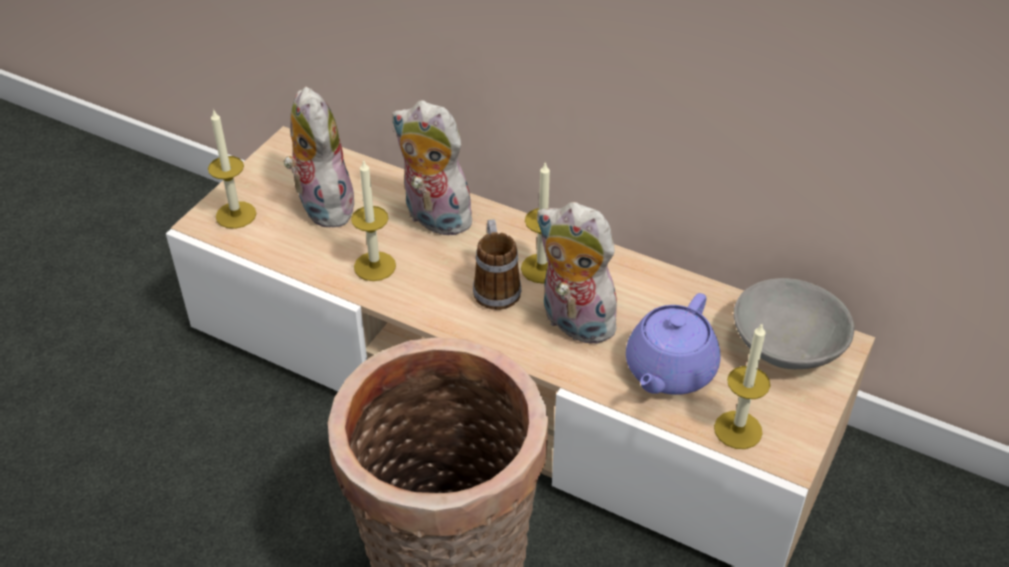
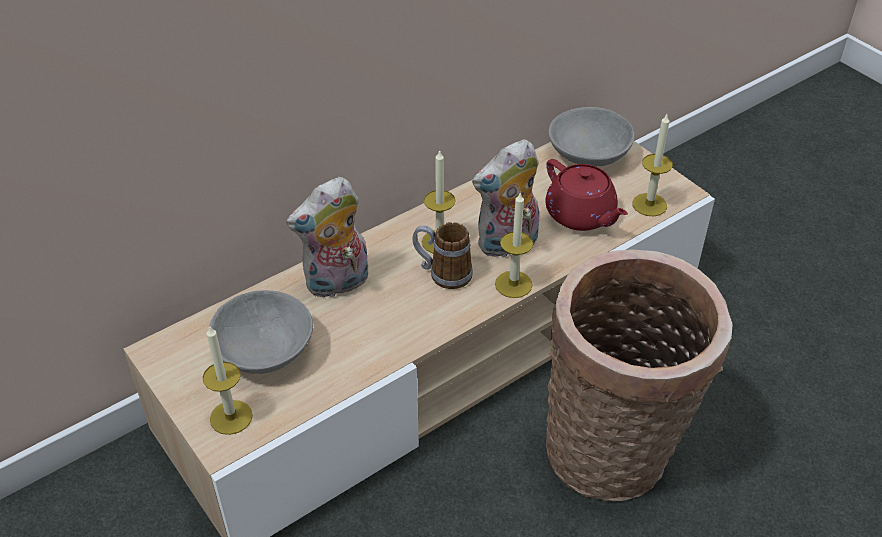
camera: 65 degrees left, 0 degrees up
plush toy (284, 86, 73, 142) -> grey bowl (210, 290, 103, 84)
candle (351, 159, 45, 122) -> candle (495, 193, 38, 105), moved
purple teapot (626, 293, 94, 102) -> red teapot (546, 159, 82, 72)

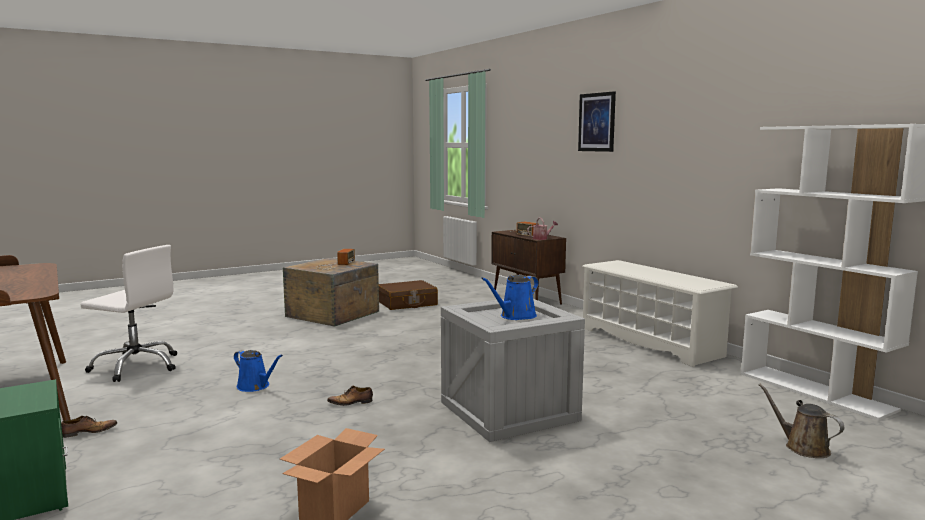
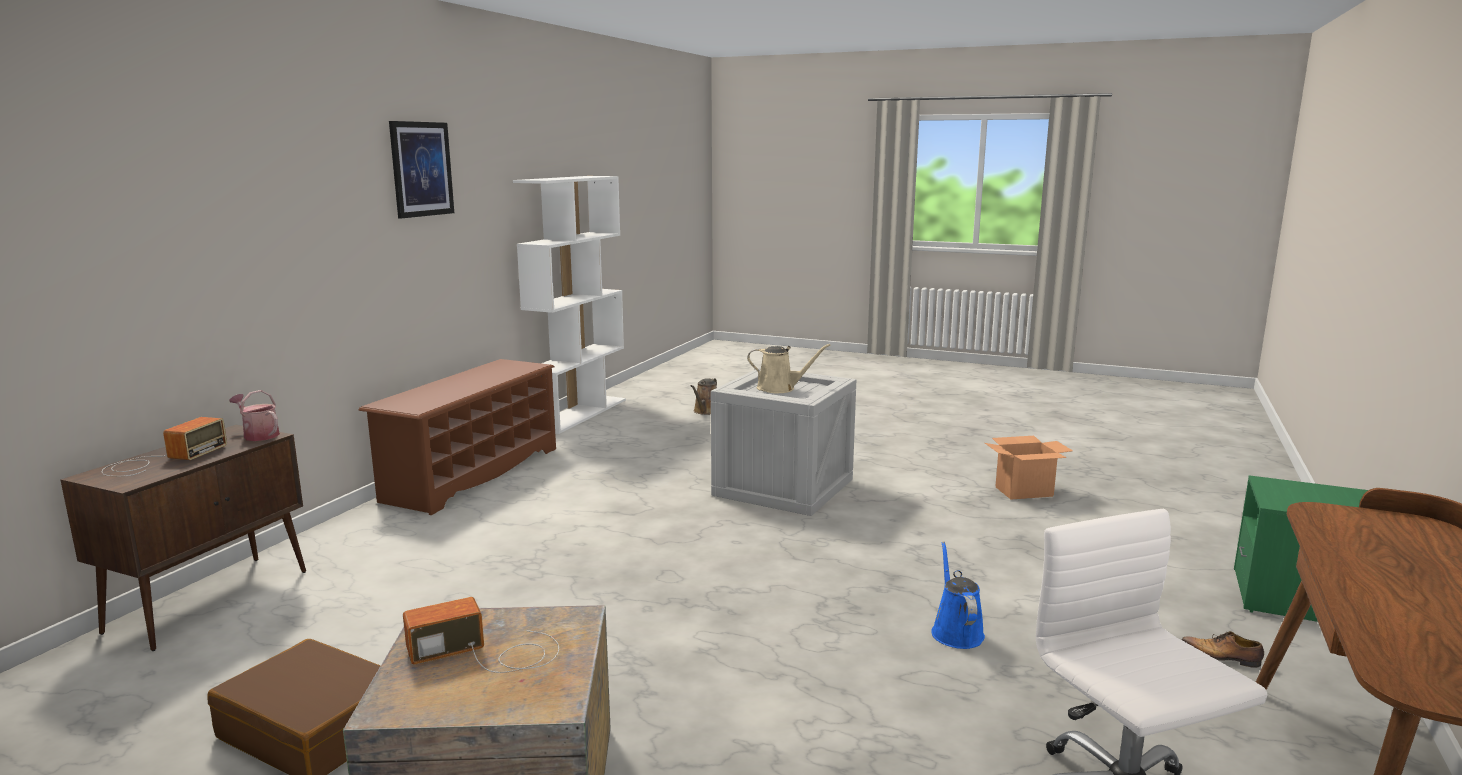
camera: 125 degrees left, 5 degrees up
picture (578, 91, 38, 61) -> picture (389, 121, 65, 98), moved
white shoe rack (583, 260, 155, 107) -> brown shoe rack (359, 359, 197, 156)
blue watering can (481, 275, 58, 45) -> beige watering can (747, 344, 83, 49)
shoe (327, 386, 46, 20) -> none

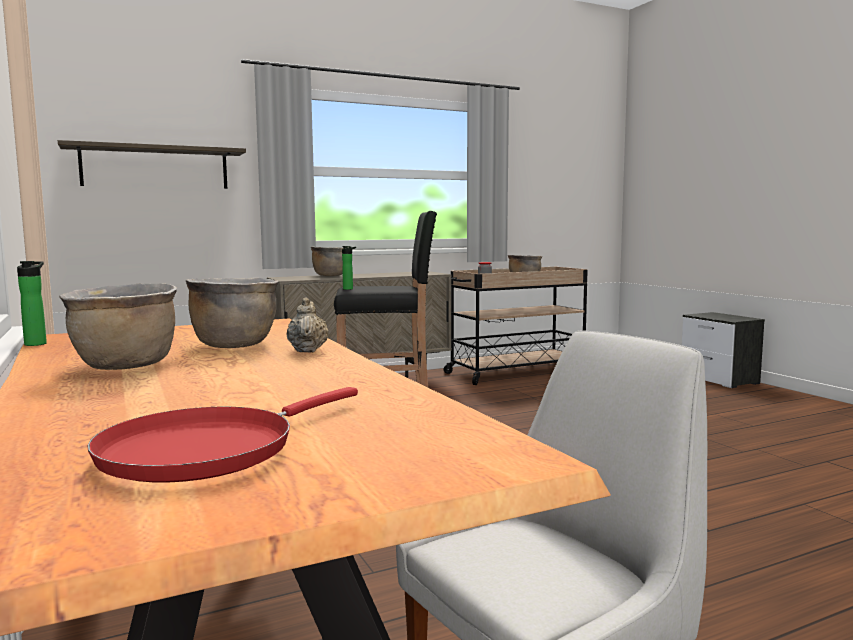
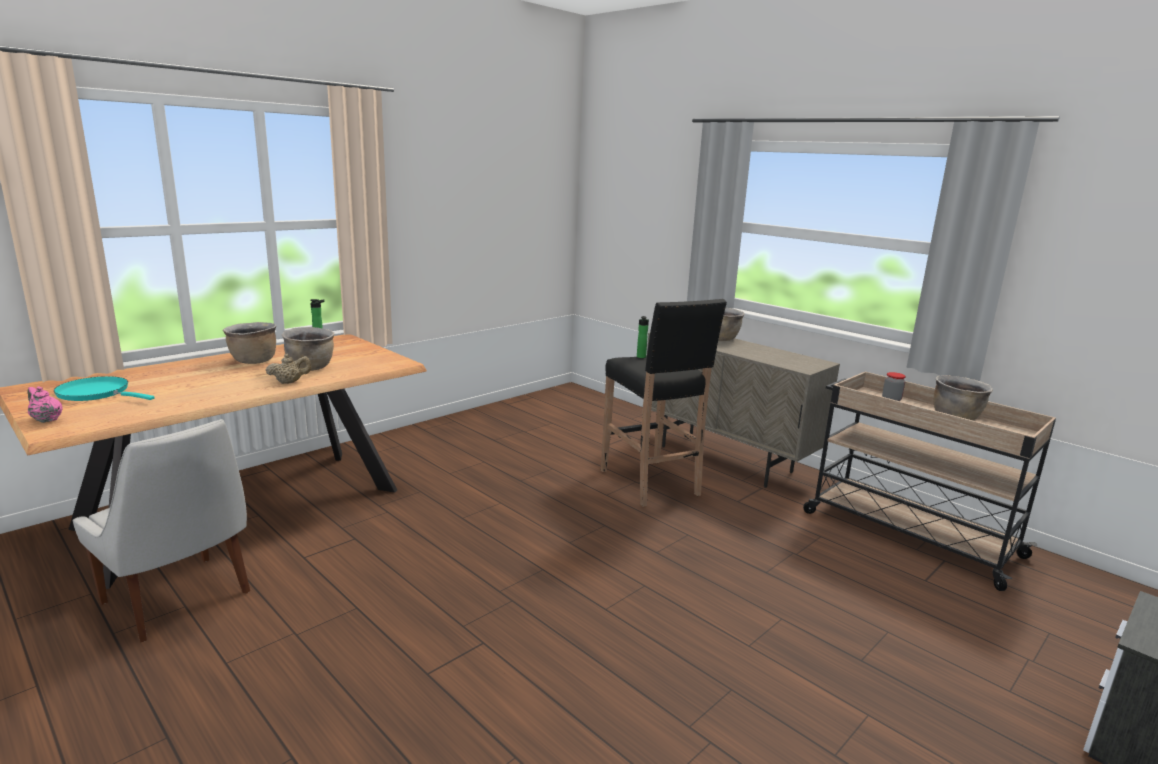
camera: 70 degrees right, 10 degrees up
shelf (58, 140, 188, 49) -> none
red frying pan (87, 387, 271, 95) -> turquoise frying pan (54, 376, 101, 25)
none -> pink teapot (27, 386, 36, 37)

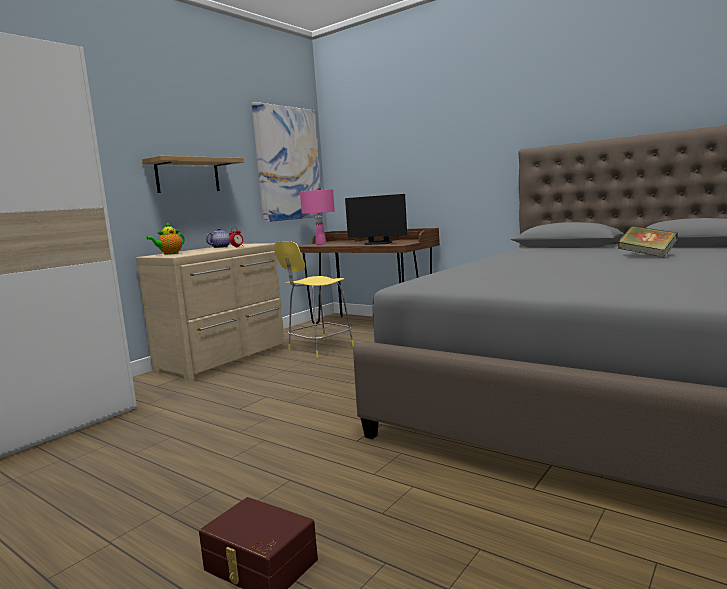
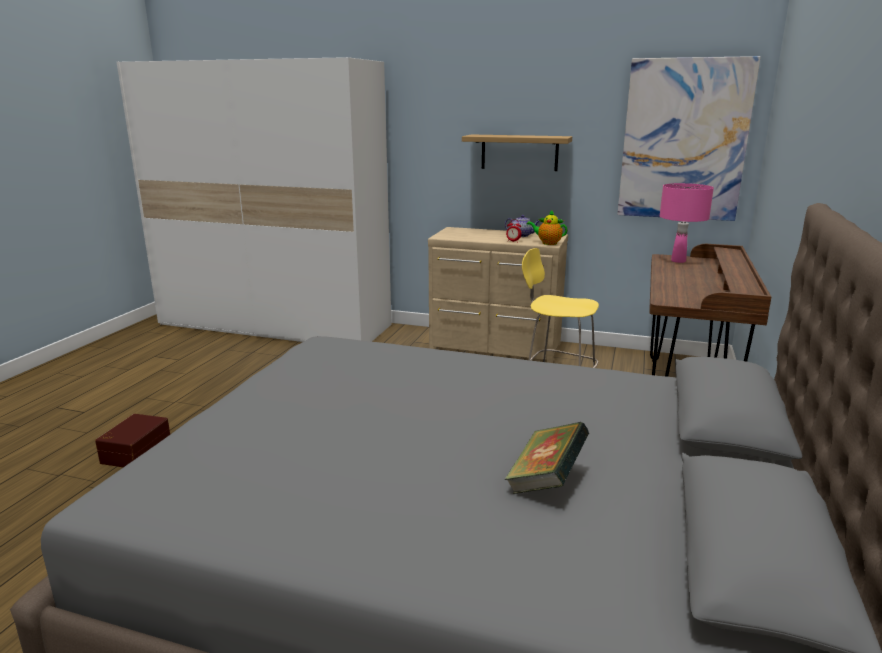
camera: 70 degrees right, 10 degrees up
monitor (345, 194, 62, 51) -> none
teapot (146, 222, 39, 33) -> teapot (527, 210, 40, 35), moved

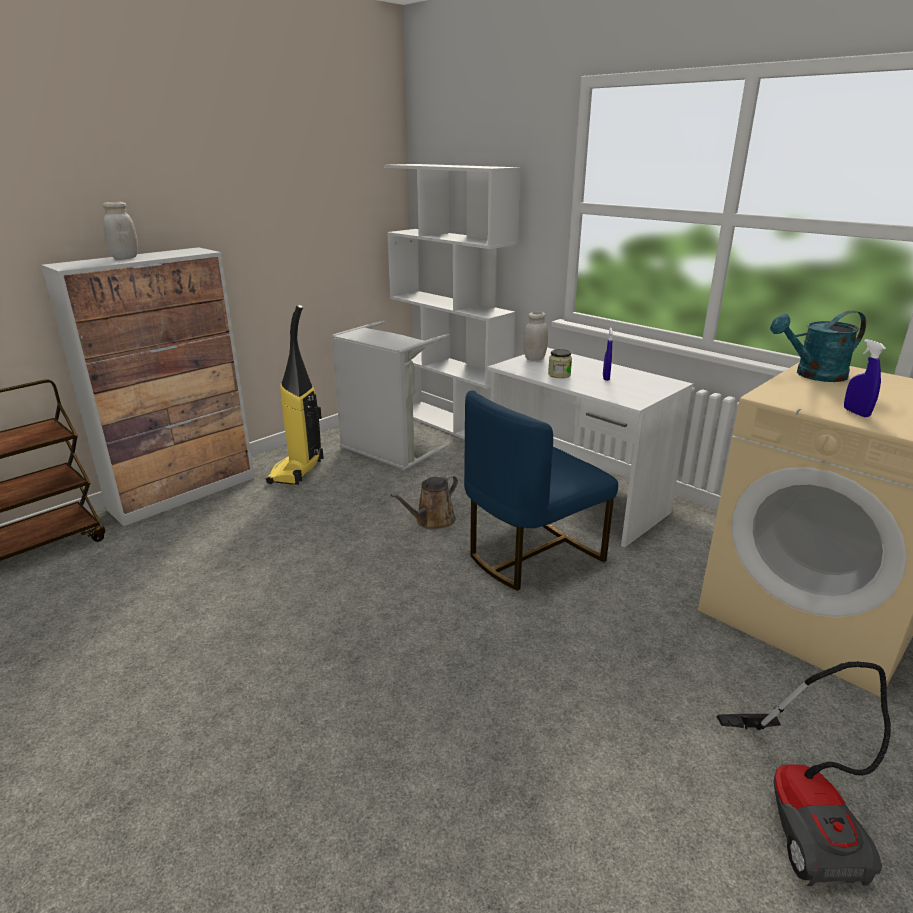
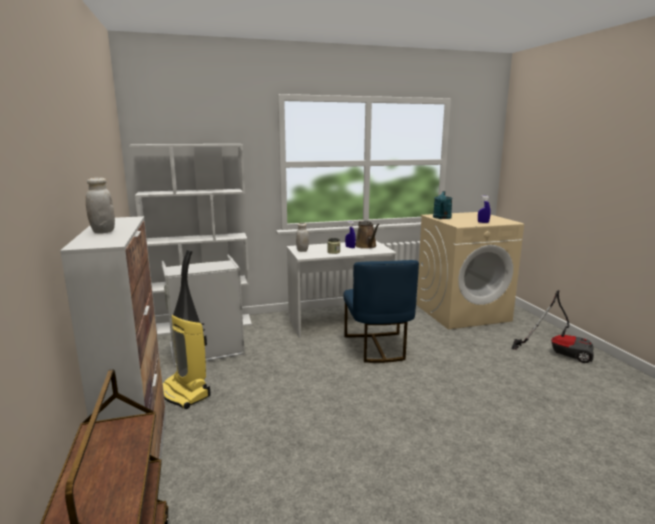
camera: 60 degrees left, 10 degrees down
brown watering can (390, 474, 68, 56) -> brown watering can (355, 221, 24, 28), moved

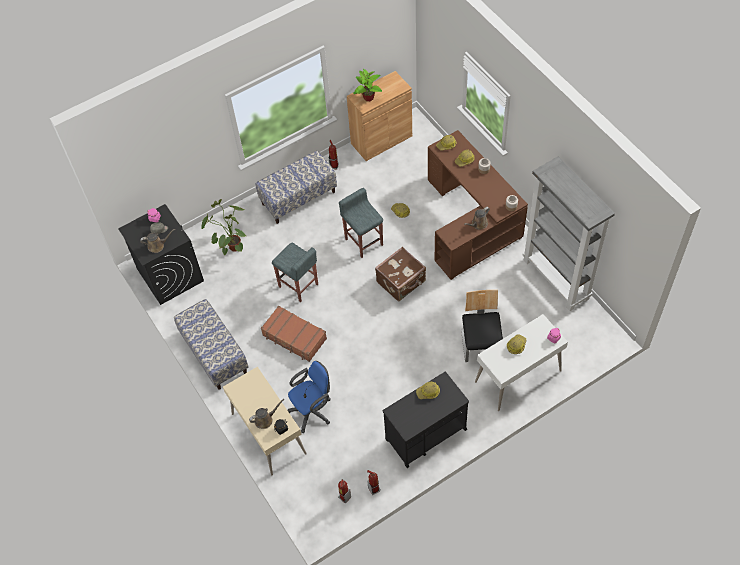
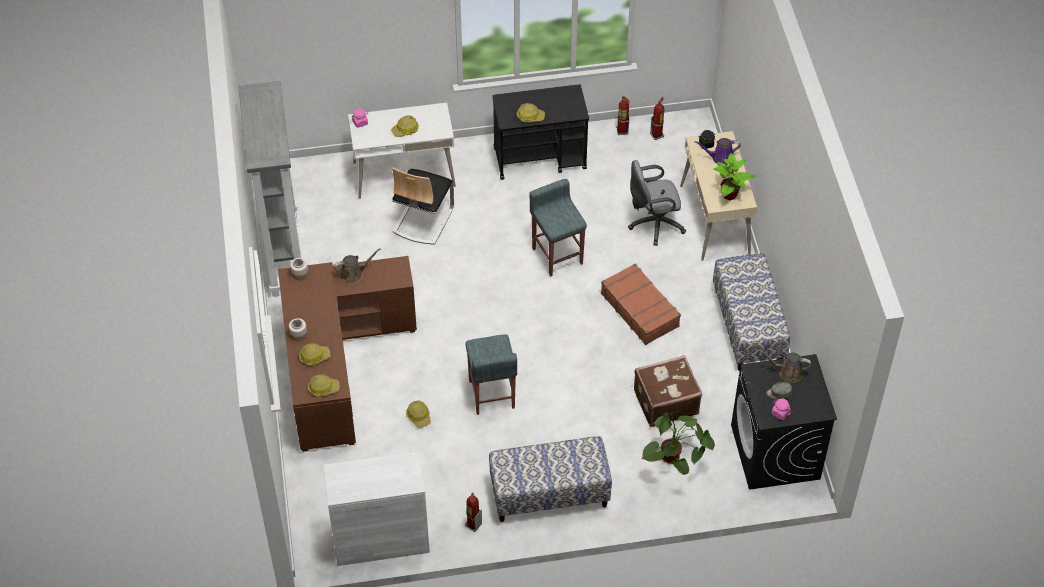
camera: 160 degrees left, 5 degrees down
potted plant (353, 69, 29, 32) -> potted plant (714, 153, 42, 47), moved
brown cabinet (347, 71, 65, 90) -> white cabinet (323, 451, 107, 115)
grey stool (272, 243, 46, 59) -> grey stool (529, 179, 58, 98), moved
brown suitcase (375, 247, 51, 54) -> brown suitcase (634, 355, 68, 72), moved
blue office chair (287, 361, 44, 72) -> grey office chair (628, 160, 58, 86)
brown watering can (249, 399, 35, 30) -> purple watering can (695, 138, 46, 27)

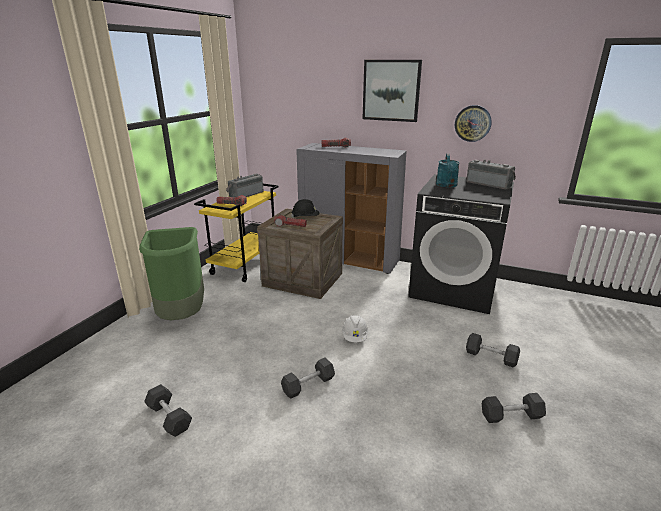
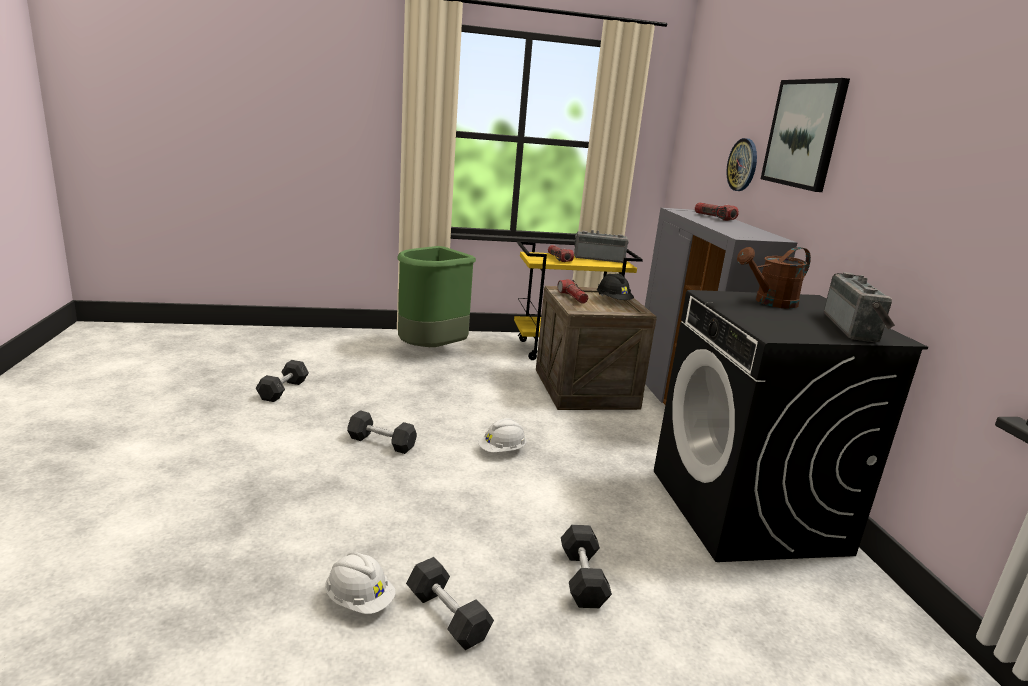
camera: 55 degrees right, 5 degrees down
wall clock (455, 105, 37, 37) -> wall clock (726, 138, 31, 53), moved
turquoise watering can (436, 153, 24, 34) -> brown watering can (737, 247, 74, 62)
none -> white hard hat (325, 552, 71, 62)

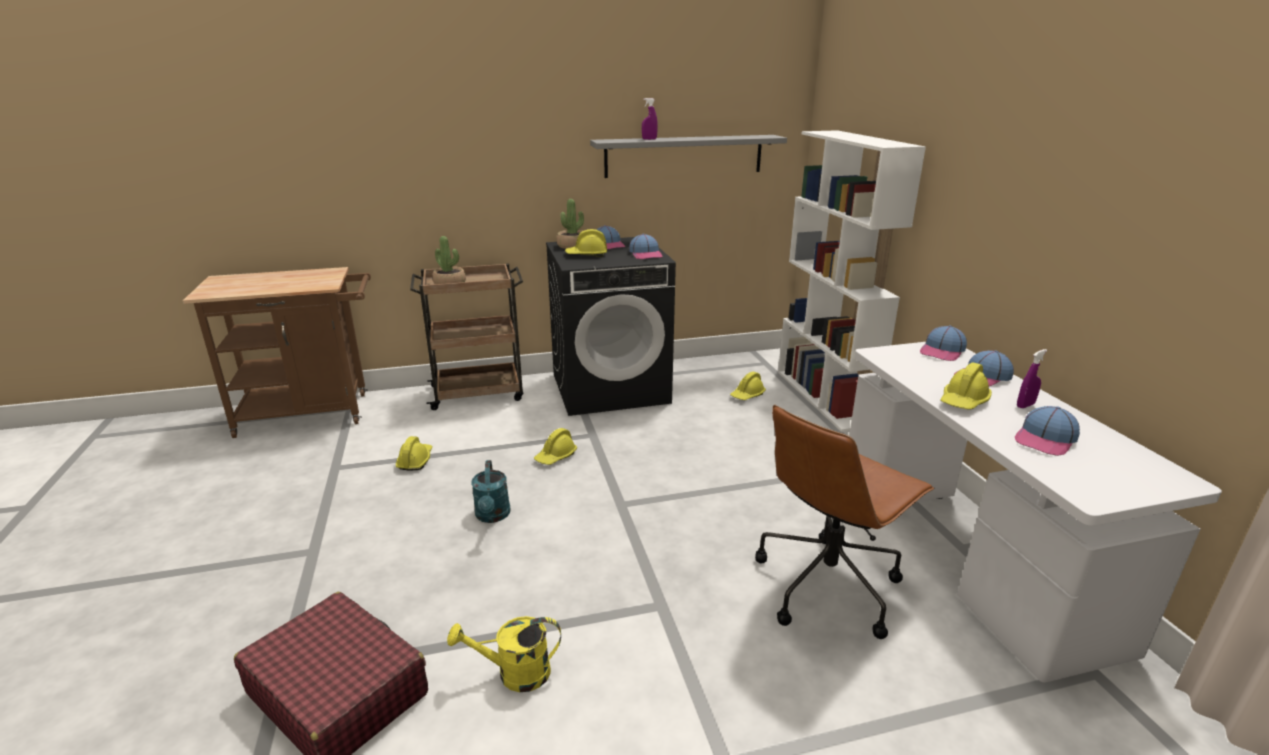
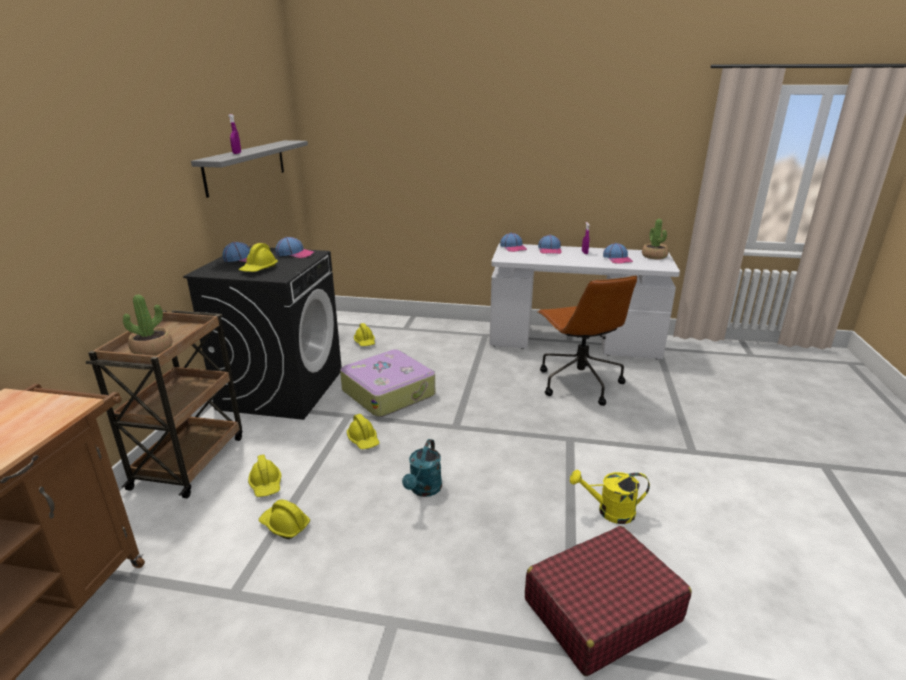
camera: 65 degrees left, 0 degrees up
white bookcase (778, 130, 148, 302) -> none
potted plant (557, 199, 27, 50) -> potted plant (642, 219, 27, 40), moved
yellow hard hat (941, 362, 51, 47) -> yellow hard hat (248, 454, 33, 43), moved
turquoise watering can (471, 460, 39, 63) -> turquoise watering can (402, 439, 40, 58), 90 degrees clockwise
yellow watering can (447, 616, 114, 76) -> yellow watering can (570, 470, 80, 54), 75 degrees clockwise
none -> suitcase (340, 349, 95, 68)

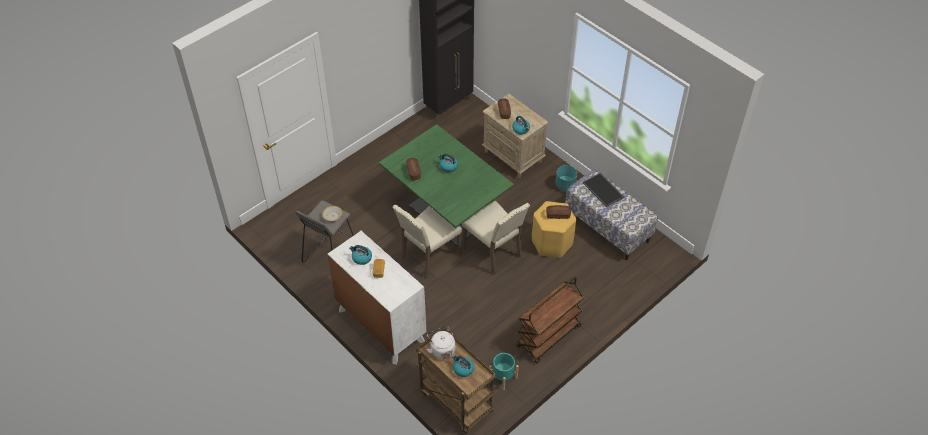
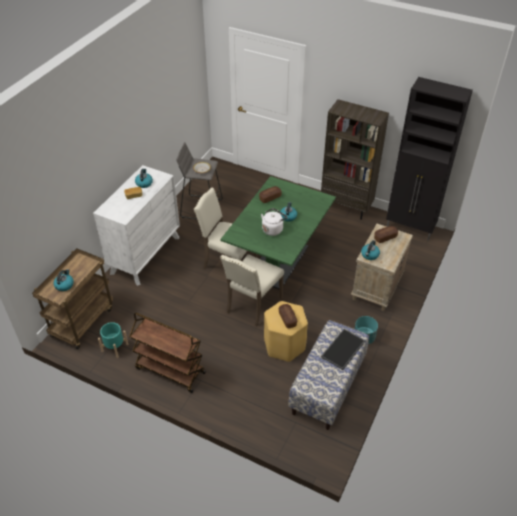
camera: 70 degrees right, 5 degrees down
white kettle (427, 326, 28, 33) -> white kettle (261, 208, 27, 28), moved
none -> brown bookcase (321, 99, 68, 121)

